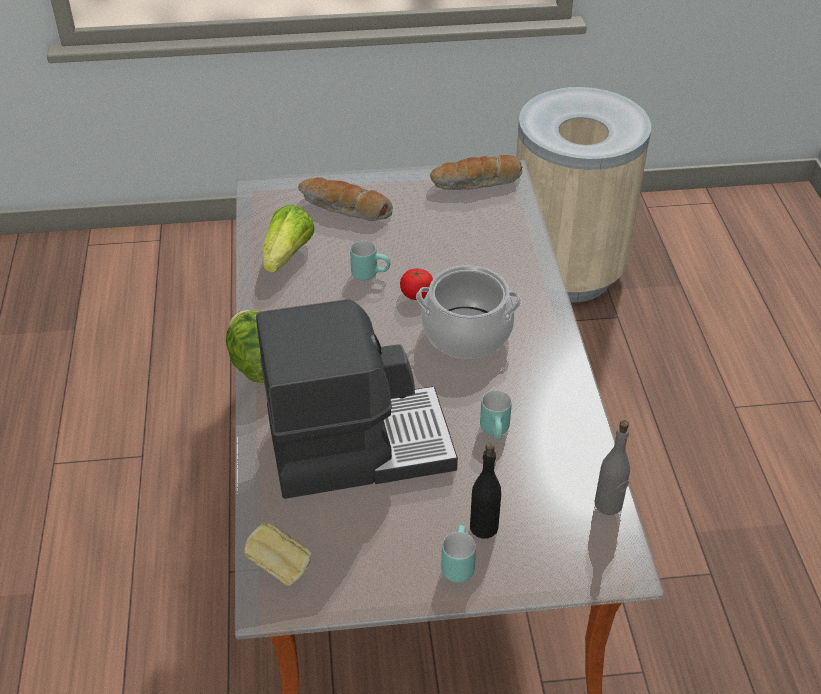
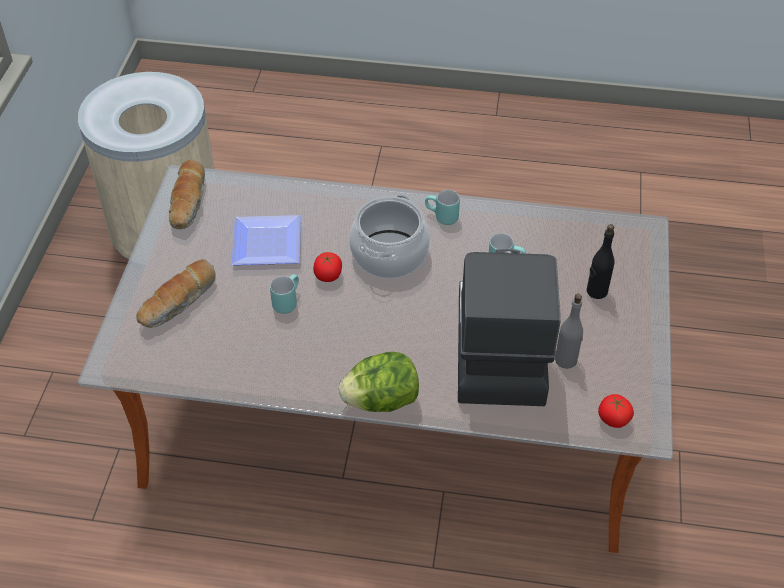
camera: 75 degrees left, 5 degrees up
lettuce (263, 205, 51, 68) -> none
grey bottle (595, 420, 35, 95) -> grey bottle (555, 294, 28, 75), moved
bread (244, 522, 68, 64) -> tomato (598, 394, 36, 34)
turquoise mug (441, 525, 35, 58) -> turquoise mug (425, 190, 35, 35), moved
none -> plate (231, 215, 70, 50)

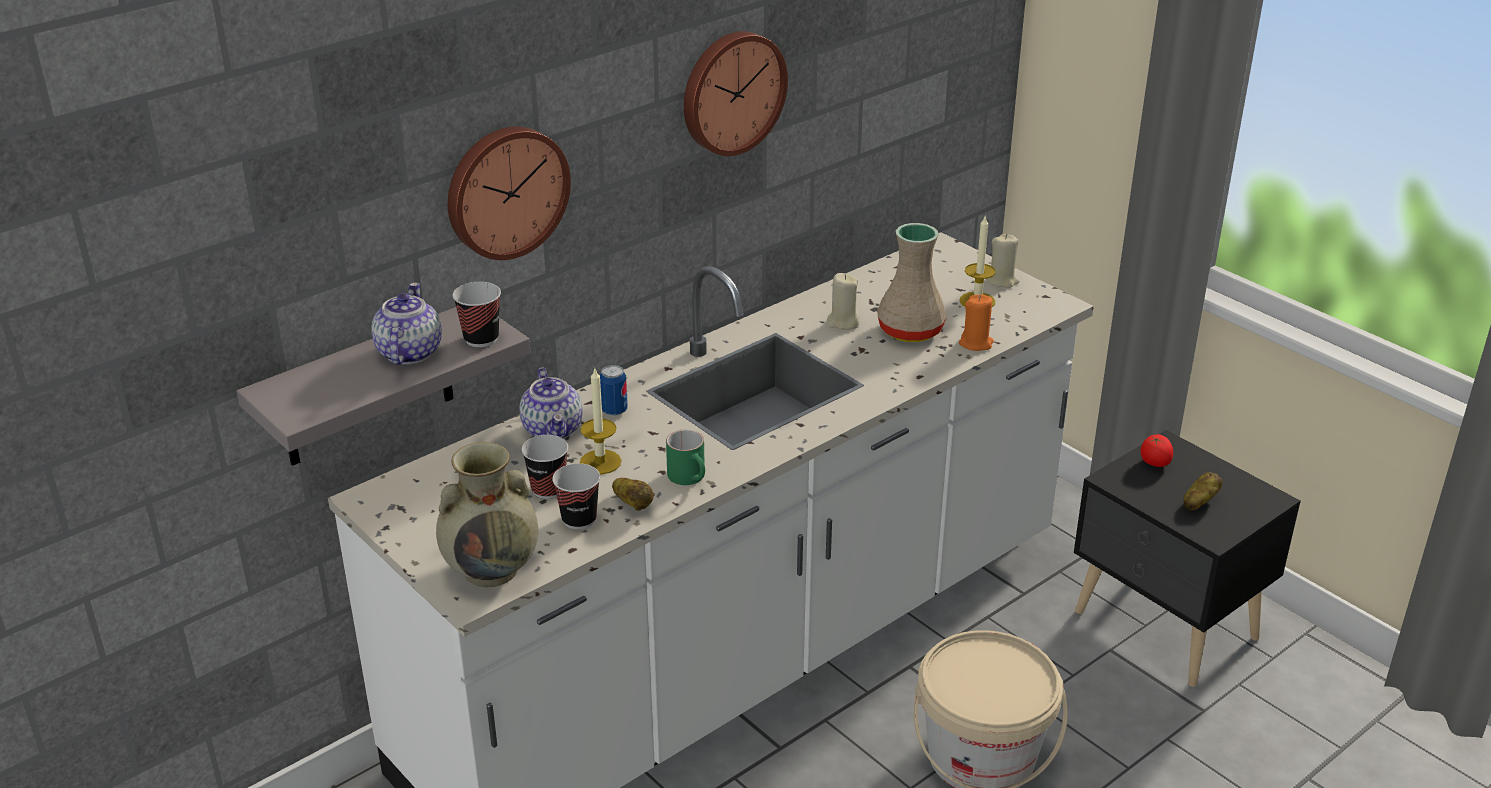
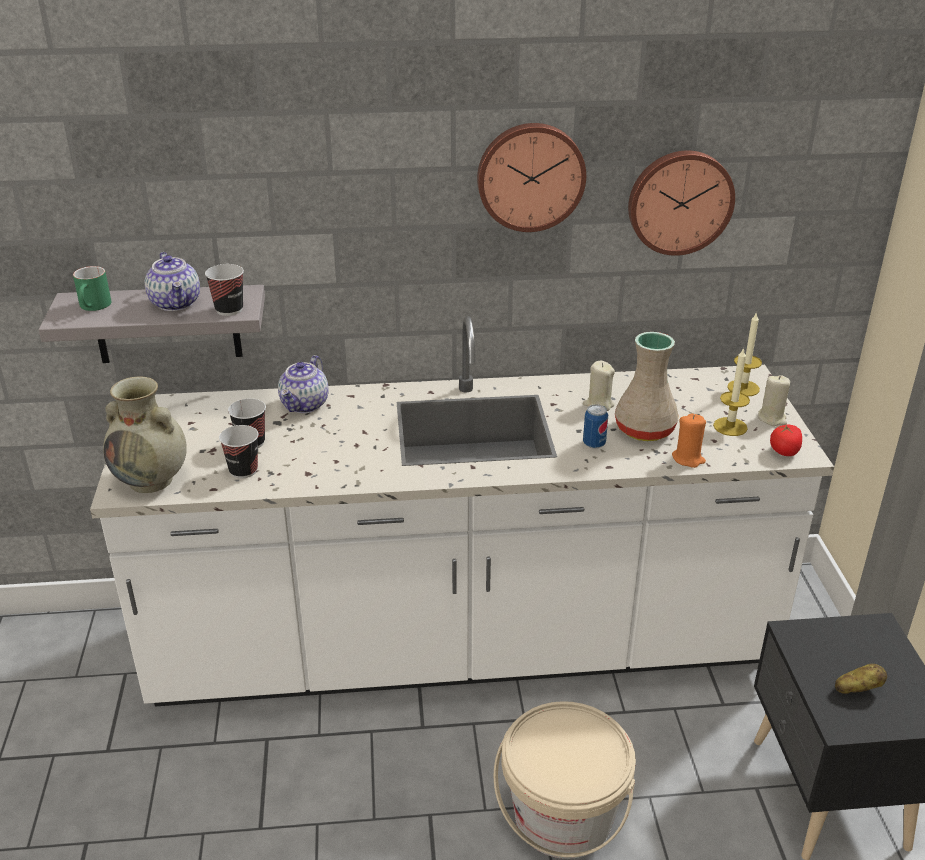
camera: 35 degrees right, 0 degrees up
wall clock (448, 126, 123, 134) -> wall clock (628, 150, 107, 106), moved
teapot (371, 283, 71, 82) -> teapot (145, 252, 55, 59), 120 degrees clockwise
can (600, 365, 28, 51) -> can (583, 404, 25, 45), moved
candle (580, 367, 41, 108) -> candle (727, 312, 35, 84), moved
green mug (666, 429, 39, 56) -> green mug (73, 266, 38, 45), moved
tomato (1141, 434, 32, 33) -> tomato (770, 425, 32, 31), moved
potato (612, 478, 42, 33) -> none

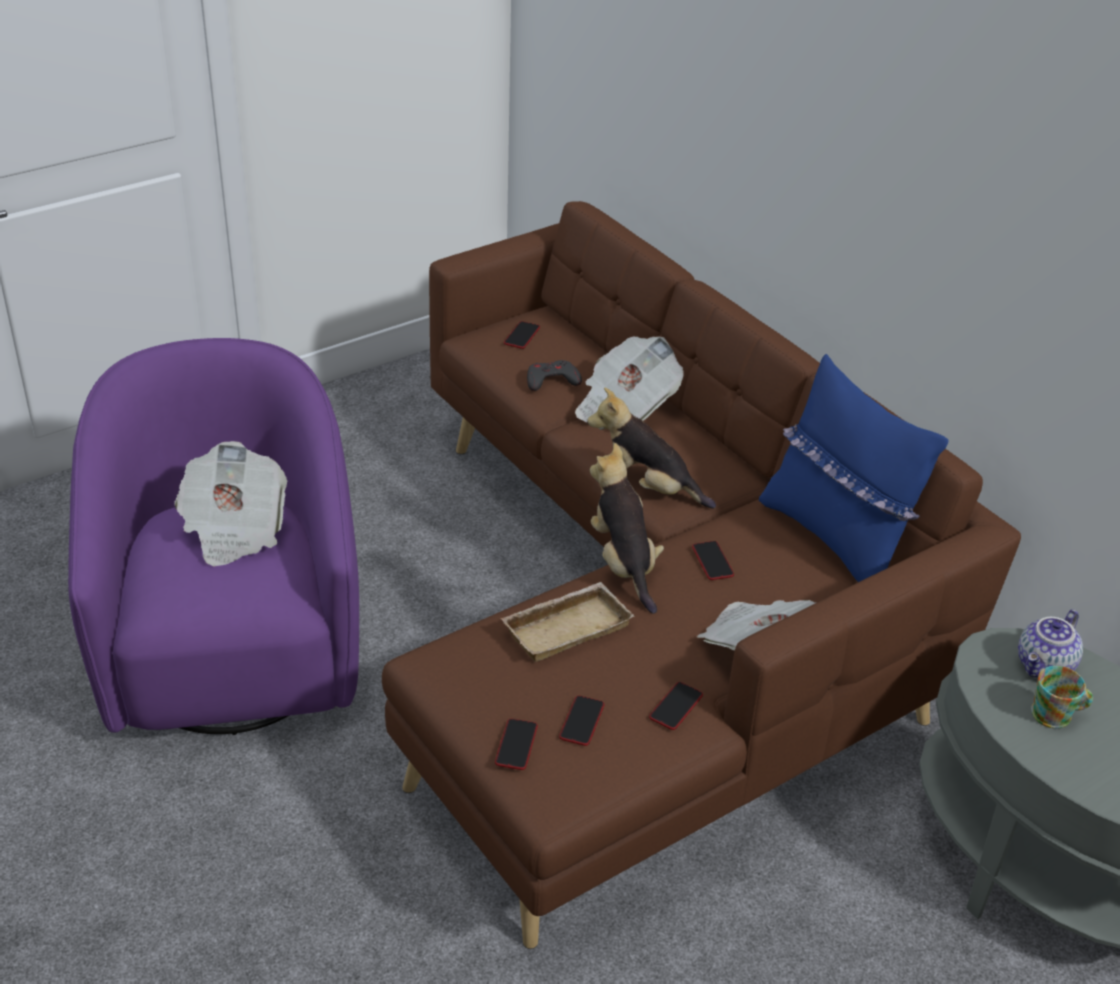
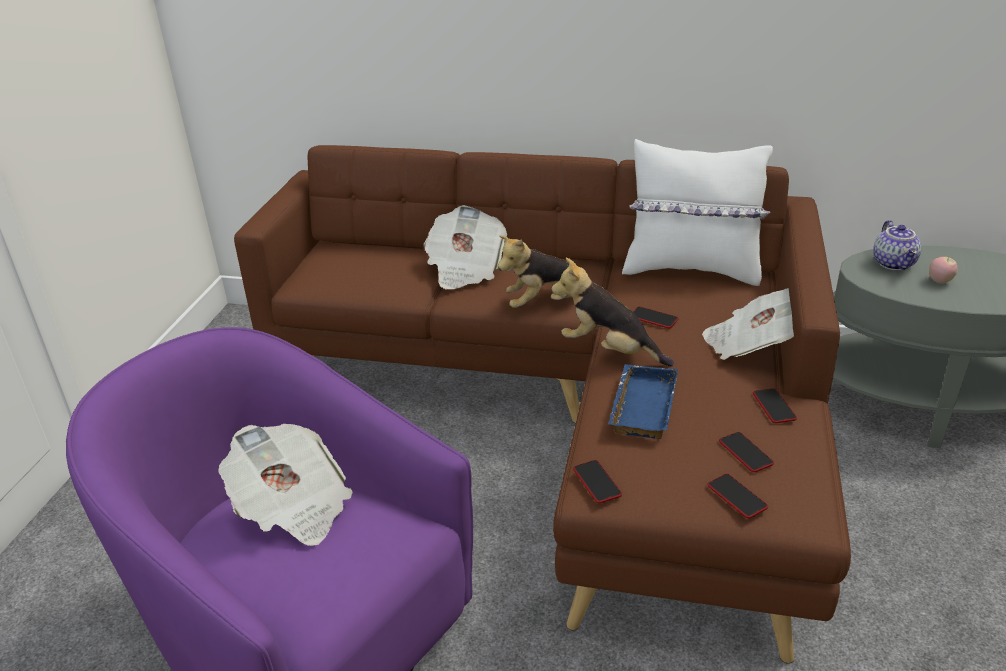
camera: 40 degrees left, 5 degrees down
phone (504, 321, 36, 28) -> phone (573, 460, 49, 43), moved
blue pillow (759, 354, 190, 228) -> white pillow (622, 139, 151, 147)
grey game controller (527, 360, 55, 31) -> none
beige tray (500, 582, 134, 80) -> blue tray (608, 364, 70, 75)
mug (1031, 666, 62, 63) -> apple (929, 256, 29, 28)

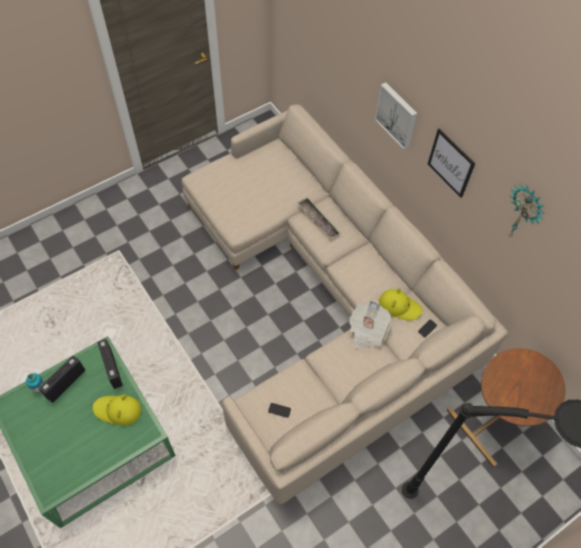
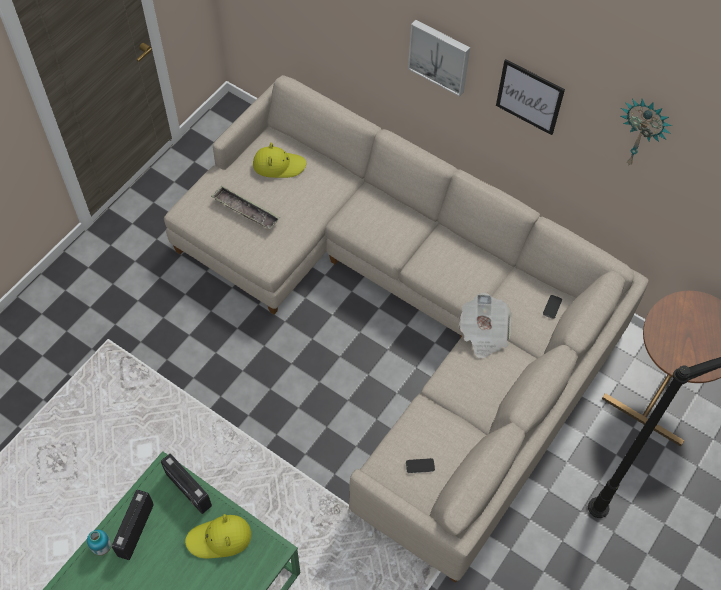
camera: 20 degrees left, 0 degrees up
tray (297, 197, 44, 42) -> tray (211, 185, 69, 44), moved
yellow hat (379, 288, 44, 33) -> yellow hat (253, 143, 54, 35), moved

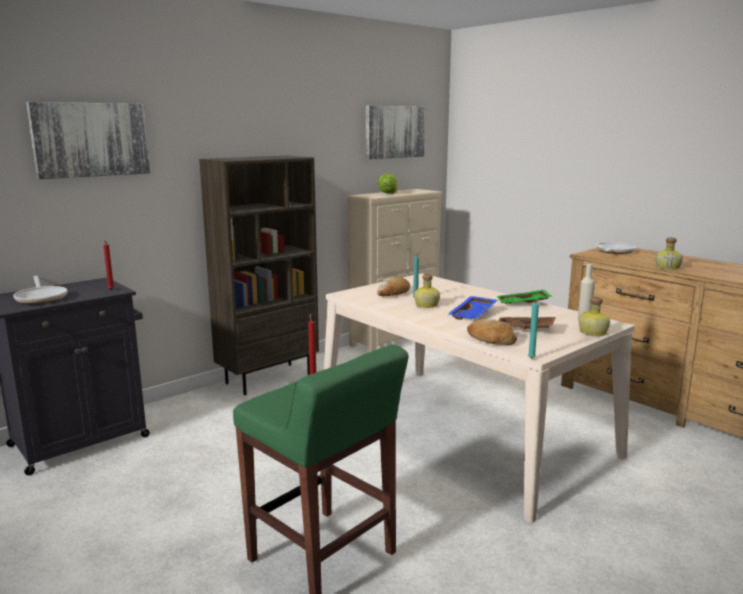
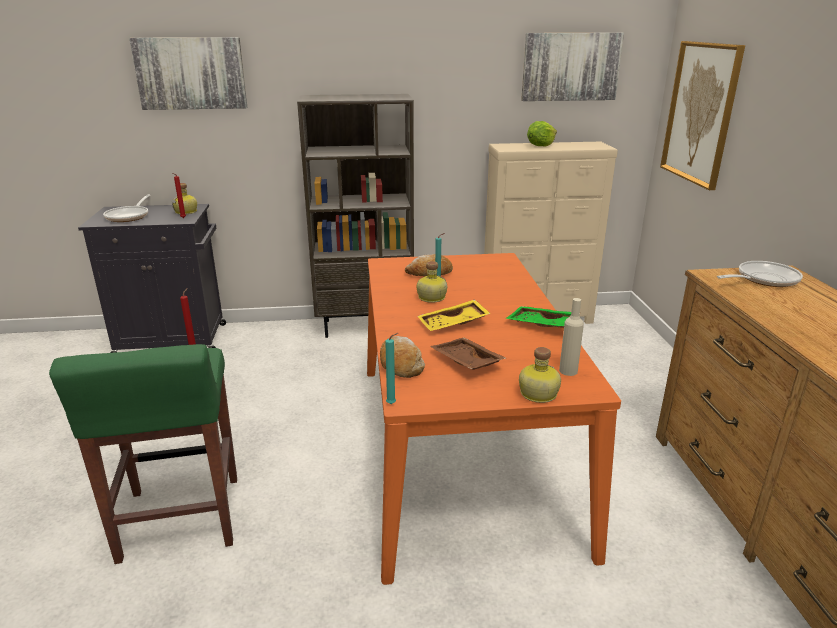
camera: 35 degrees right, 10 degrees up
bottle (655, 237, 28, 33) -> bottle (172, 183, 25, 31), moved
beige dining table (324, 273, 311, 250) -> orange dining table (367, 253, 254, 332)
blue tray (448, 296, 49, 24) -> yellow tray (417, 300, 74, 31)
none -> picture (660, 41, 85, 149)

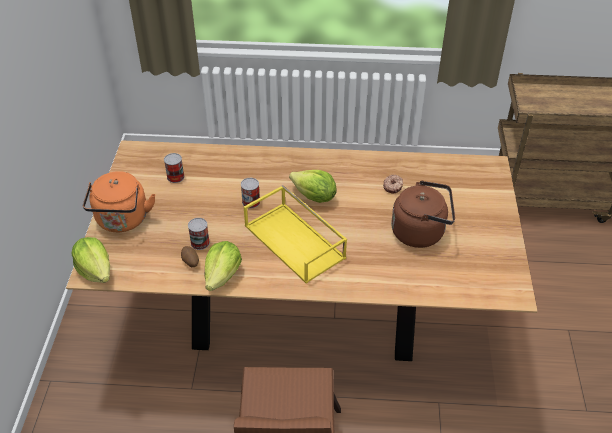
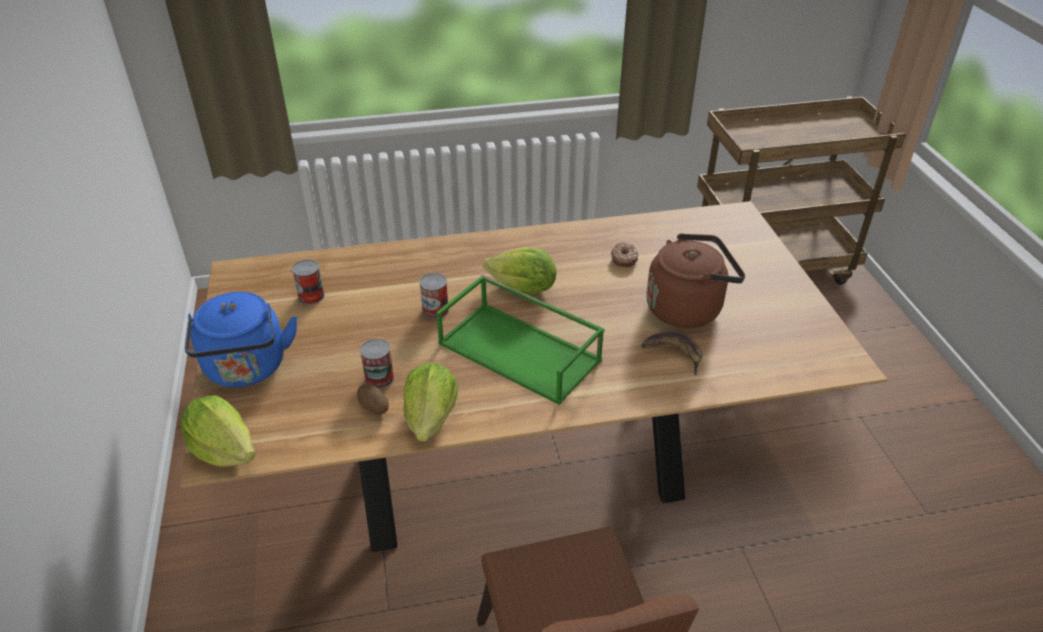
camera: 15 degrees left, 5 degrees down
orange kettle (83, 171, 73, 61) -> blue kettle (185, 292, 112, 95)
yellow tray (244, 185, 103, 99) -> green tray (436, 275, 168, 130)
none -> banana (642, 332, 61, 43)

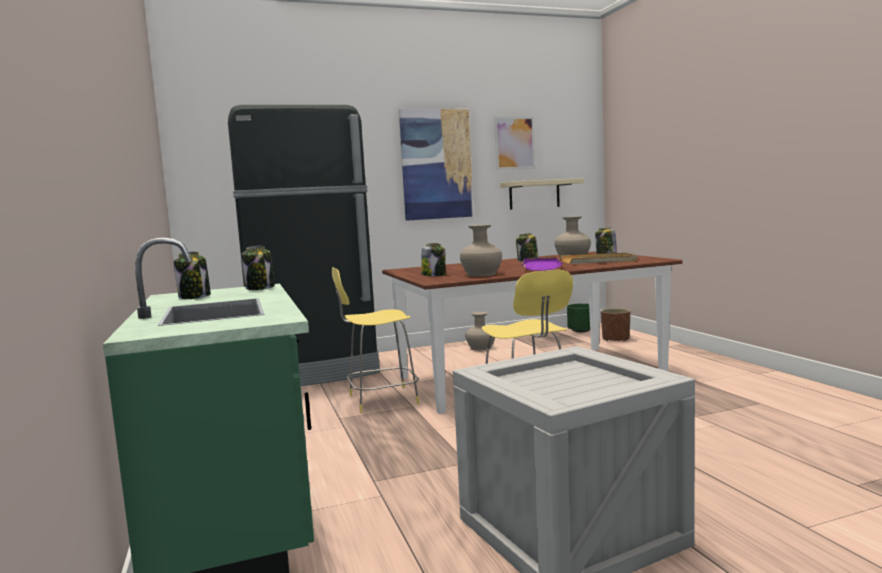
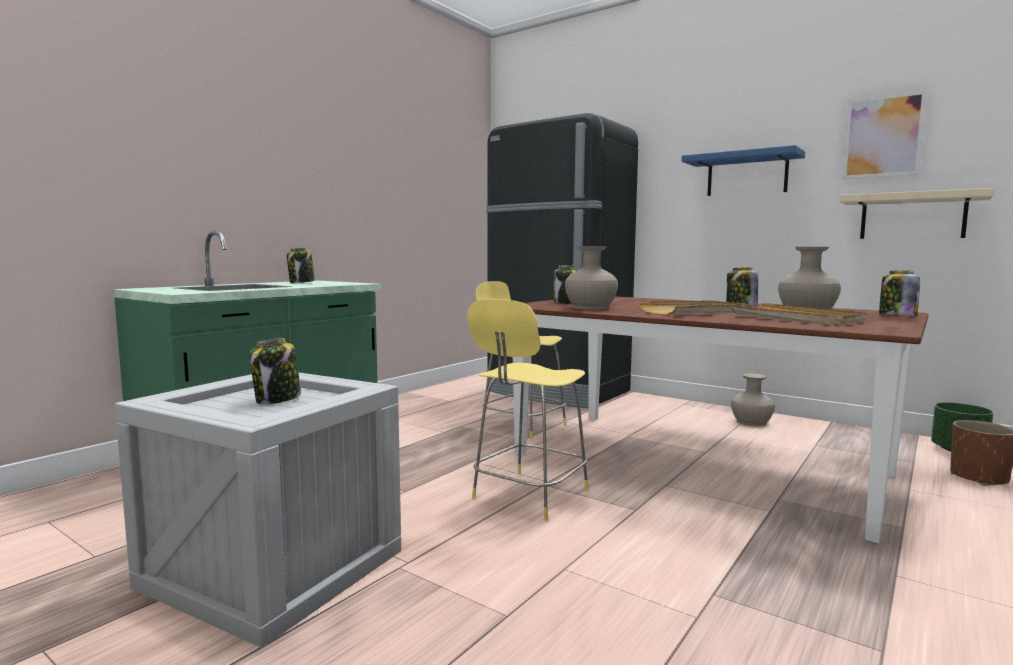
camera: 55 degrees right, 0 degrees up
picture (399, 109, 75, 112) -> blue shelf (682, 145, 123, 51)
jar (242, 246, 33, 44) -> jar (249, 338, 52, 66), moved
purple tray (522, 257, 41, 14) -> beige tray (637, 301, 111, 14)

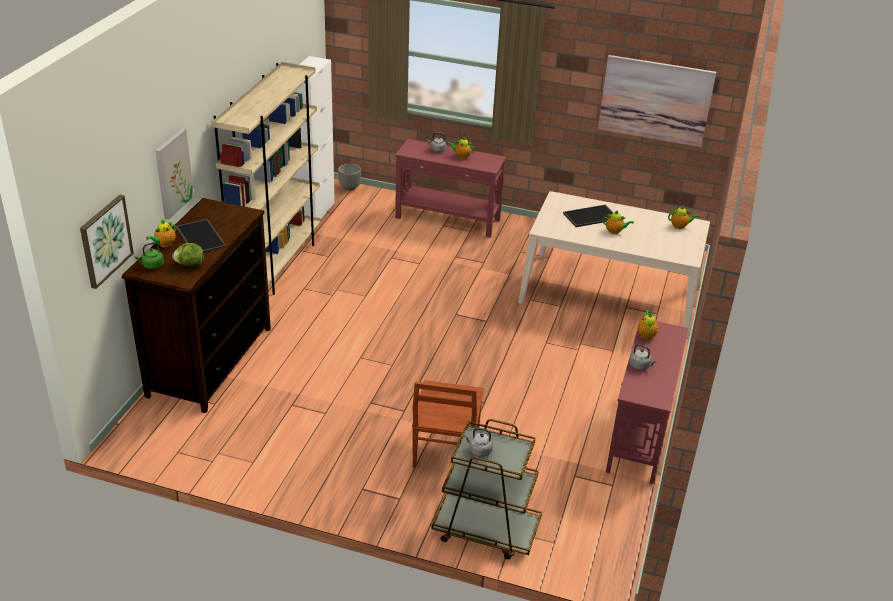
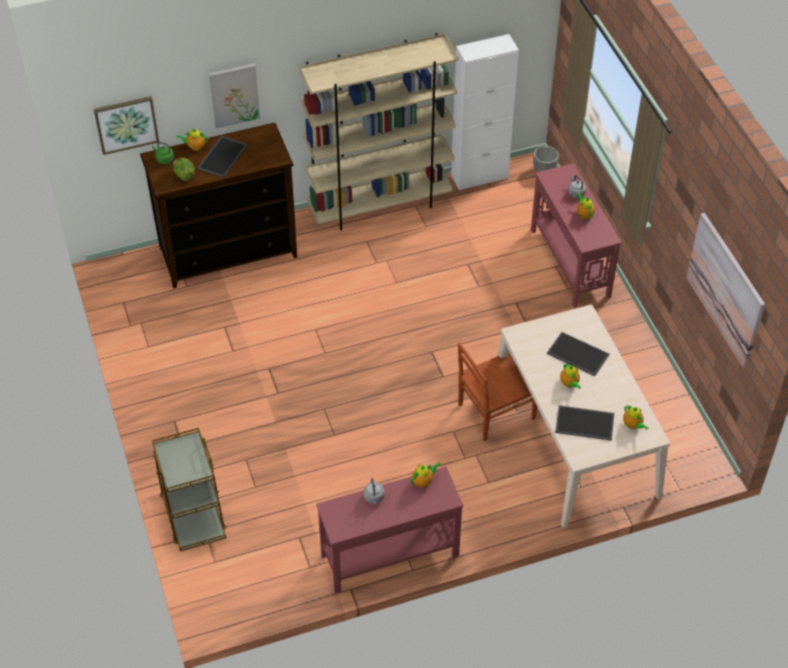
camera: 55 degrees right, 15 degrees up
brown chair (412, 380, 72, 88) -> brown chair (458, 342, 79, 99), moved
grey kettle (464, 428, 29, 29) -> none
none -> tray (555, 405, 59, 36)

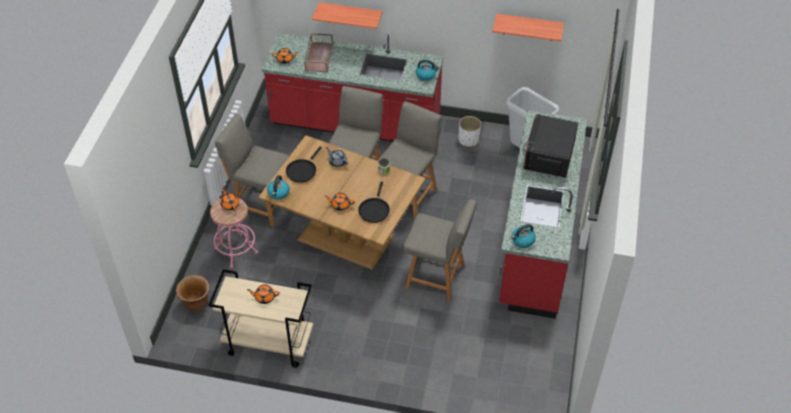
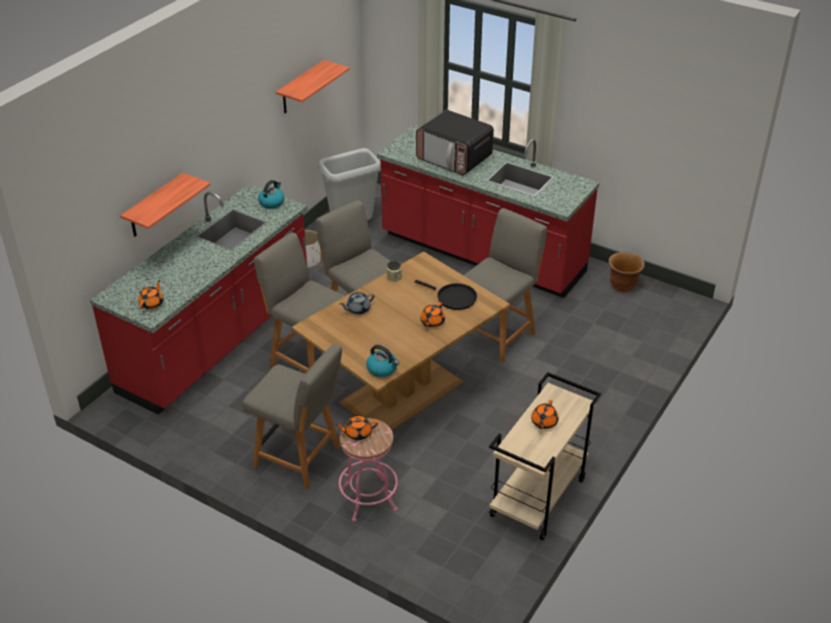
camera: 70 degrees left, 10 degrees down
brown tray (304, 33, 29, 39) -> none
grey chair (215, 114, 74, 113) -> grey chair (243, 344, 99, 145), 105 degrees counterclockwise
black frying pan (286, 147, 36, 36) -> none
kettle (511, 224, 25, 24) -> none
brown planter (176, 275, 33, 36) -> brown planter (609, 252, 36, 40), moved

